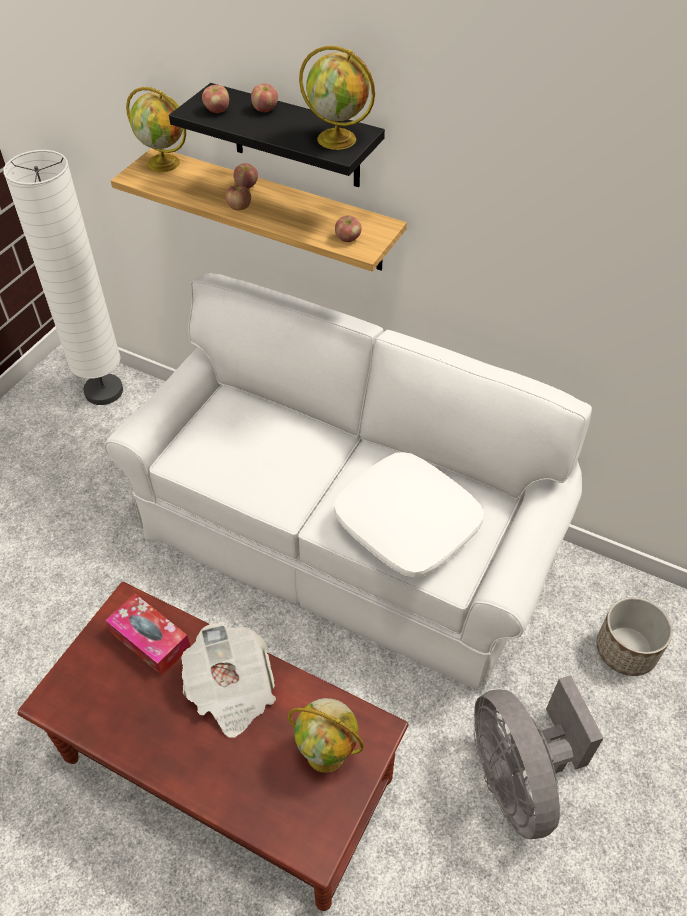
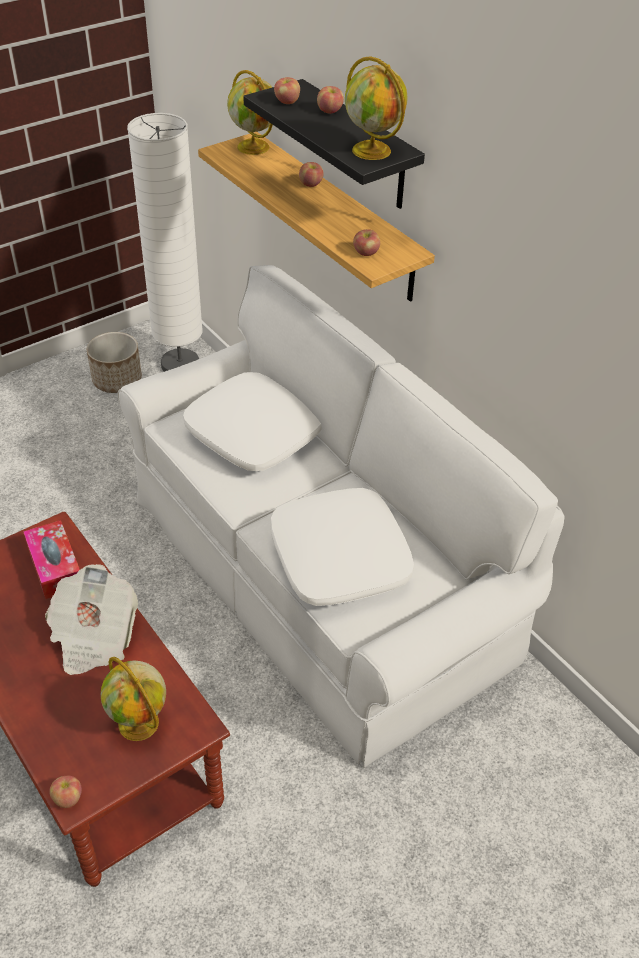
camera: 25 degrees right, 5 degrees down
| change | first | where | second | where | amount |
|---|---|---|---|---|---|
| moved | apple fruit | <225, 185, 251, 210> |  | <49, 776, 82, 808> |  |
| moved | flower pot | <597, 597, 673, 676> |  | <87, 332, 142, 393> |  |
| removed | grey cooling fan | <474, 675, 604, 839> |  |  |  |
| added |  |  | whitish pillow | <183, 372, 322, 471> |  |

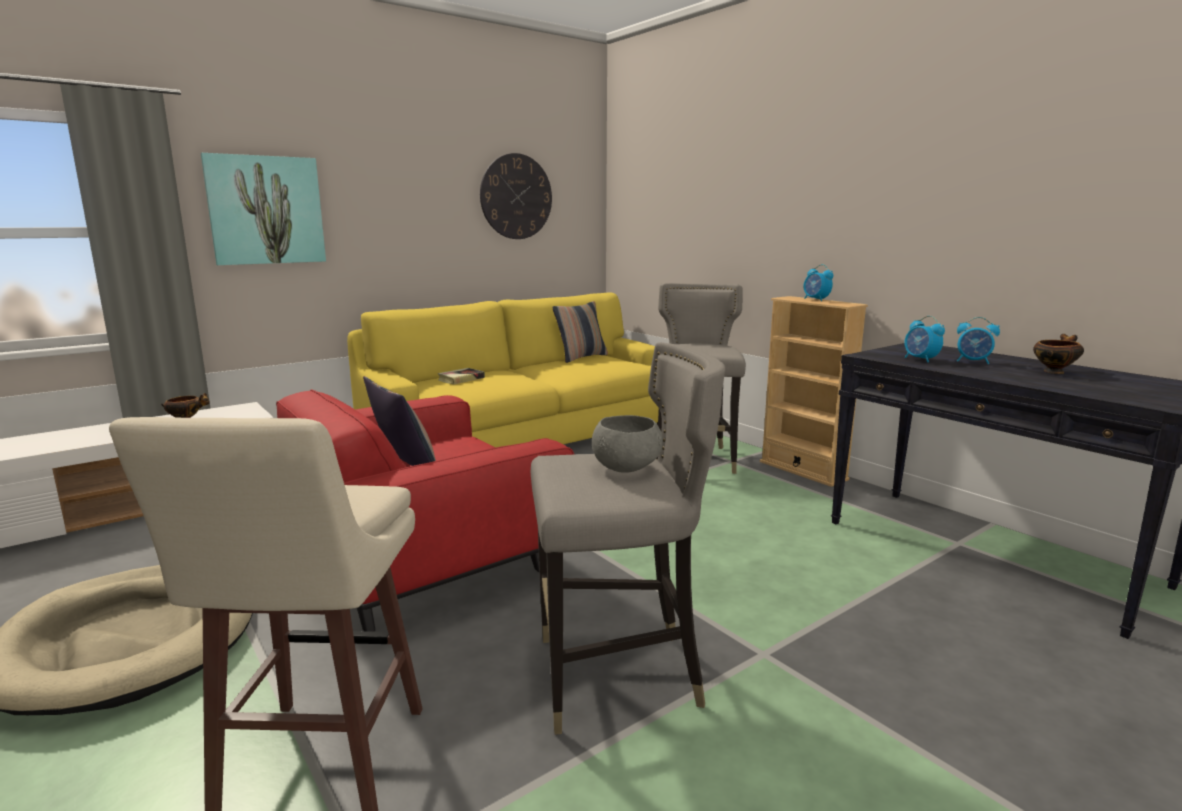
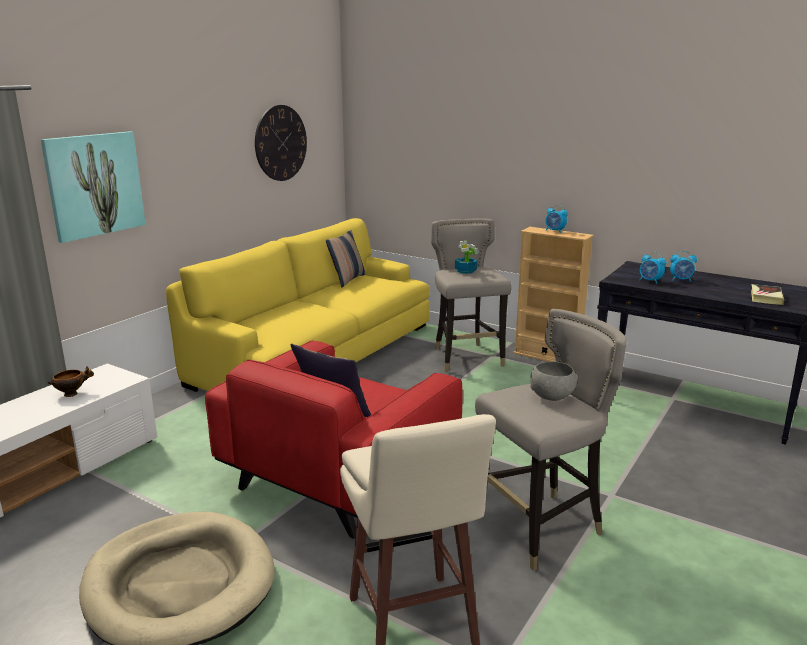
camera: 20 degrees left, 5 degrees up
| change | first | where | second | where | amount |
|---|---|---|---|---|---|
| removed | bowl | <1033, 334, 1084, 374> |  |  |  |
| moved | bound book | <437, 368, 485, 384> |  | <751, 284, 784, 305> |  |
| added |  |  | potted plant | <455, 241, 479, 274> |  |

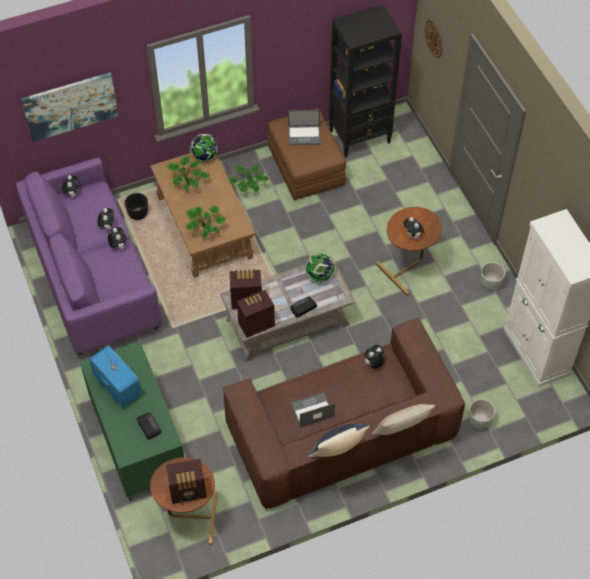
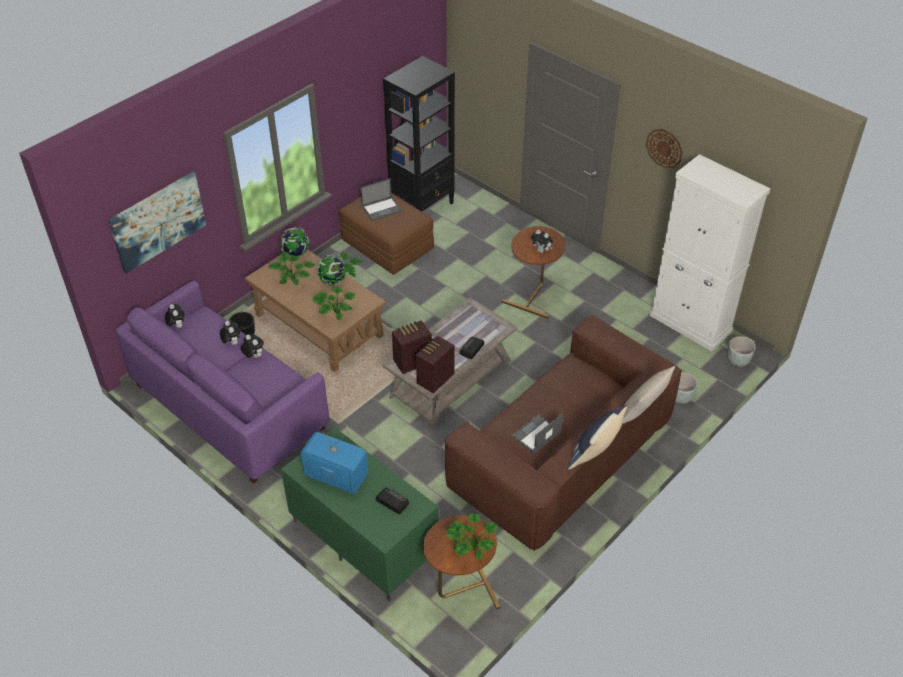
camera: 25 degrees left, 10 degrees down
| change | first | where | second | where | amount |
|---|---|---|---|---|---|
| moved | hanging clock | <425, 20, 443, 58> |  | <646, 129, 683, 168> |  |
| moved | world globe | <306, 252, 335, 283> |  | <317, 253, 346, 286> |  |
| moved | grey flower pot | <481, 262, 505, 290> |  | <728, 336, 756, 367> |  |
| removed | soft toy | <364, 345, 385, 369> |  |  |  |
| replaced | radio | <166, 459, 207, 504> | potted plant | <445, 513, 498, 560> |  |

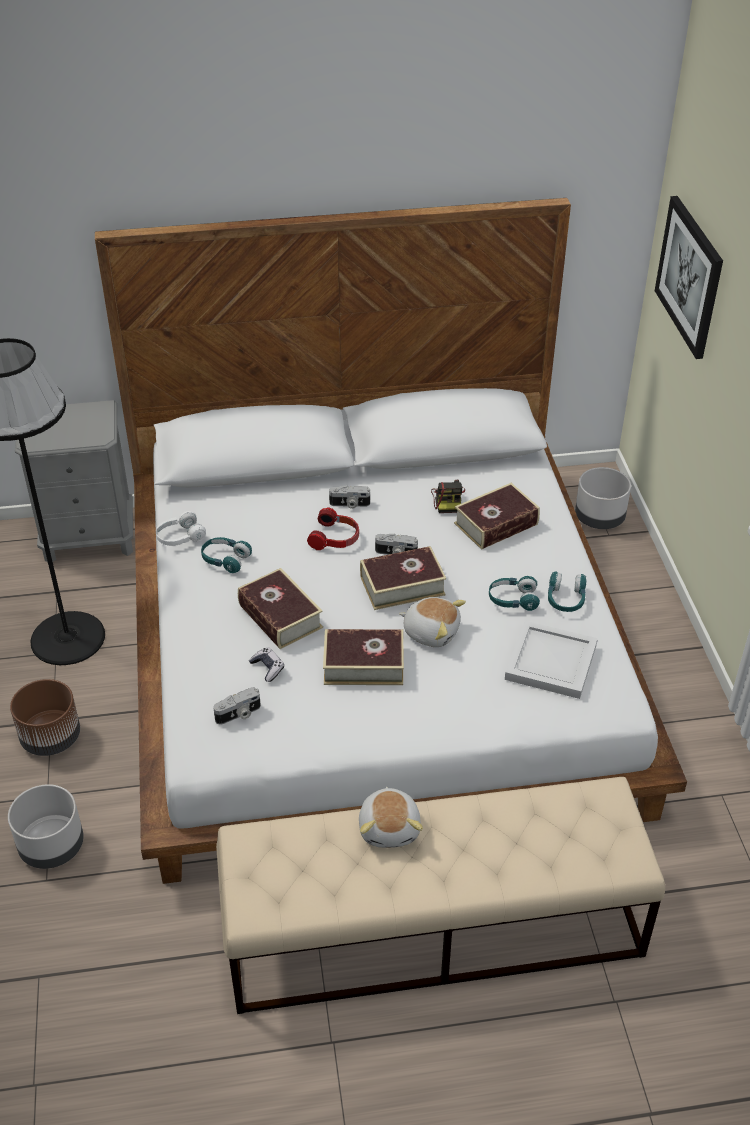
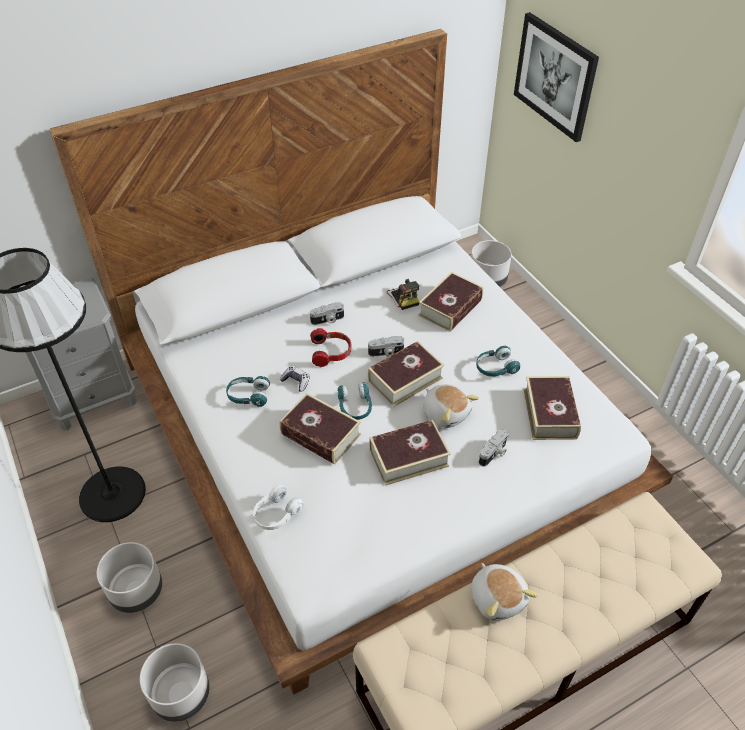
camera: 20 degrees left, 5 degrees up
| change | first | where | second | where | amount |
|---|---|---|---|---|---|
| moved | whitish headset | <156, 511, 206, 546> |  | <253, 485, 303, 530> |  |
| moved | turquoise headset | <548, 572, 587, 612> |  | <337, 382, 372, 420> |  |
| turned | soft toy | <399, 597, 466, 647> |  | <423, 384, 479, 428> | 45 degrees clockwise |
| replaced | whitish serving tray | <505, 621, 598, 699> | bound book | <524, 376, 581, 440> |  |
| moved | gamepad | <249, 648, 284, 682> |  | <280, 366, 310, 392> |  |
| recoloured | brownish flower pot | <10, 679, 80, 756> | grey flower pot | <97, 542, 162, 613> |  |
| moved | photo camera | <213, 687, 261, 724> |  | <479, 429, 509, 466> |  |

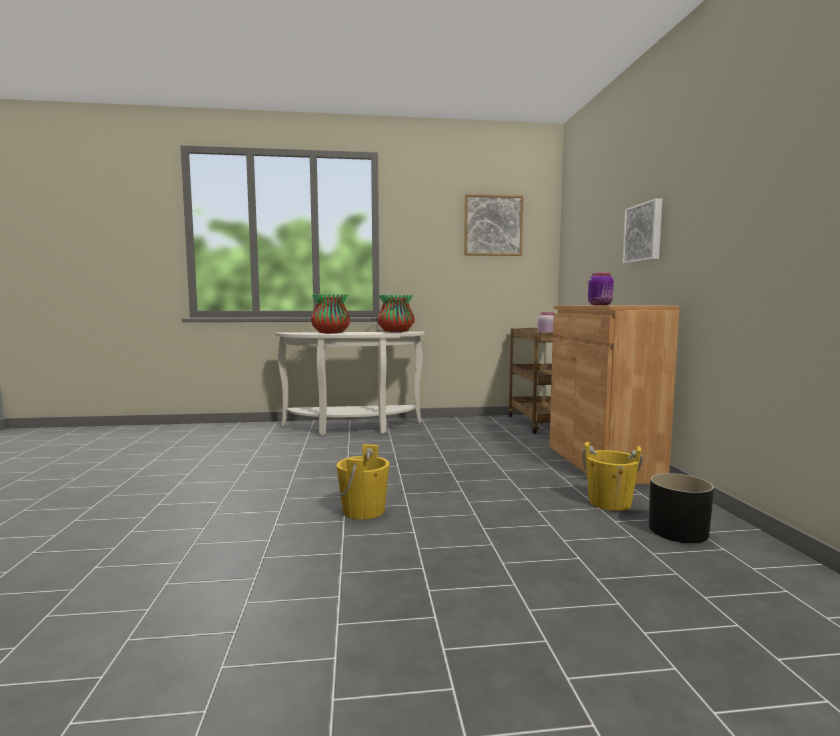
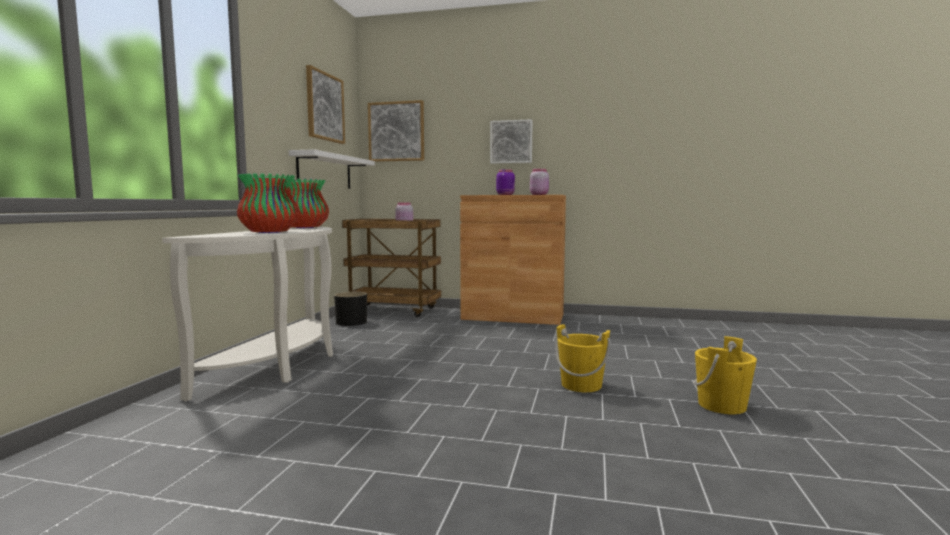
camera: 70 degrees left, 0 degrees up
| change | first | where | second | where | amount |
|---|---|---|---|---|---|
| moved | yellow pail | <583, 442, 643, 511> |  | <694, 336, 757, 414> |  |
| moved | blackish flower pot | <649, 473, 714, 543> |  | <334, 292, 367, 326> |  |
| added |  |  | wall picture | <368, 100, 424, 162> |  |
| added |  |  | whitish wall shelf | <289, 149, 375, 189> |  |
| added |  |  | pinkish preserve jar | <530, 169, 549, 195> |  |

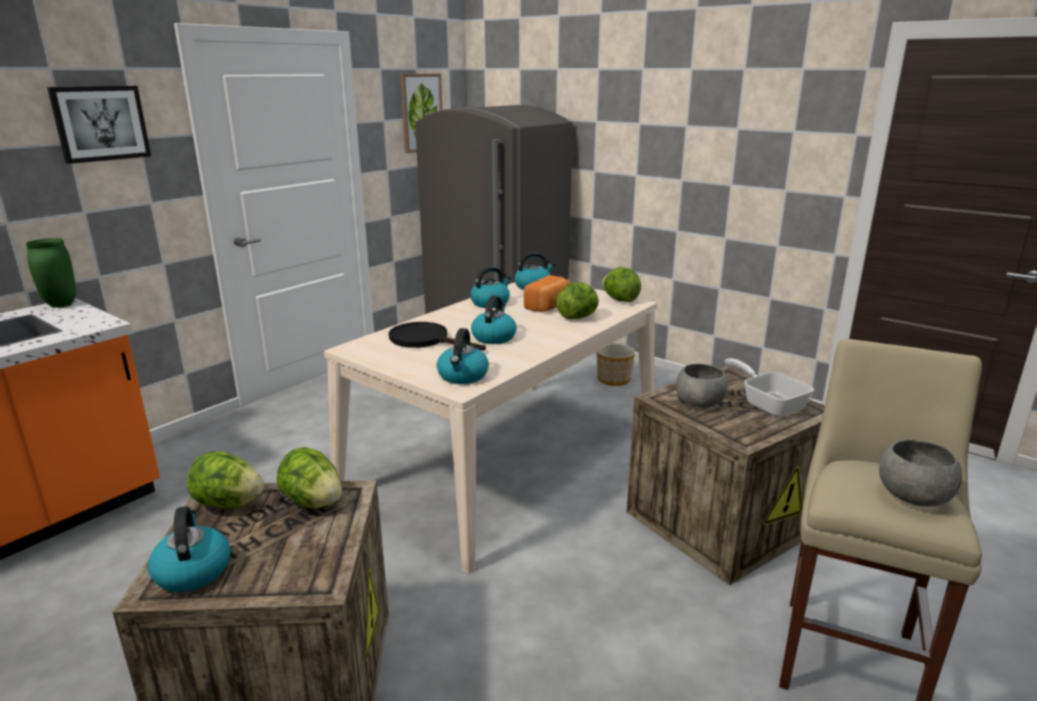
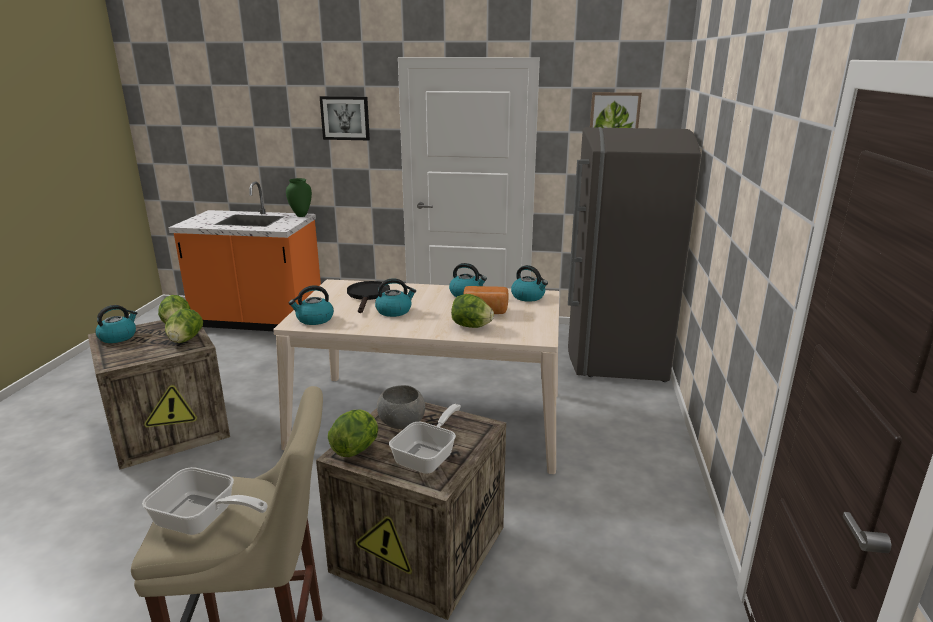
camera: 60 degrees right, 0 degrees up
| change | first | where | second | where | amount |
|---|---|---|---|---|---|
| moved | lettuce head | <602, 267, 641, 302> |  | <328, 410, 378, 457> |  |
| removed | flower pot | <597, 343, 635, 386> |  |  |  |
| replaced | grey bowl | <879, 439, 962, 507> | pan | <142, 467, 268, 535> |  |

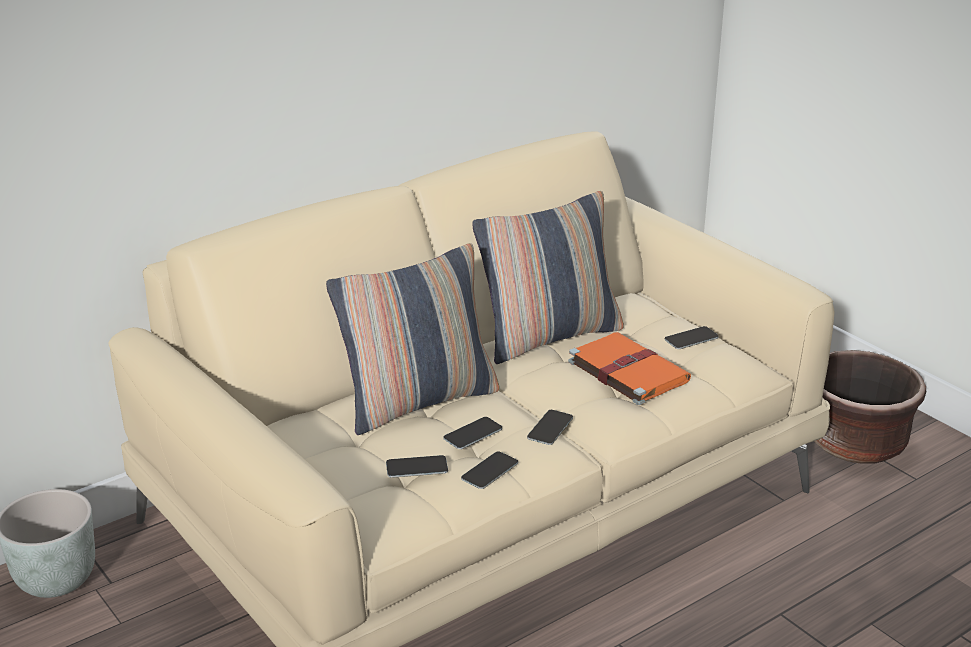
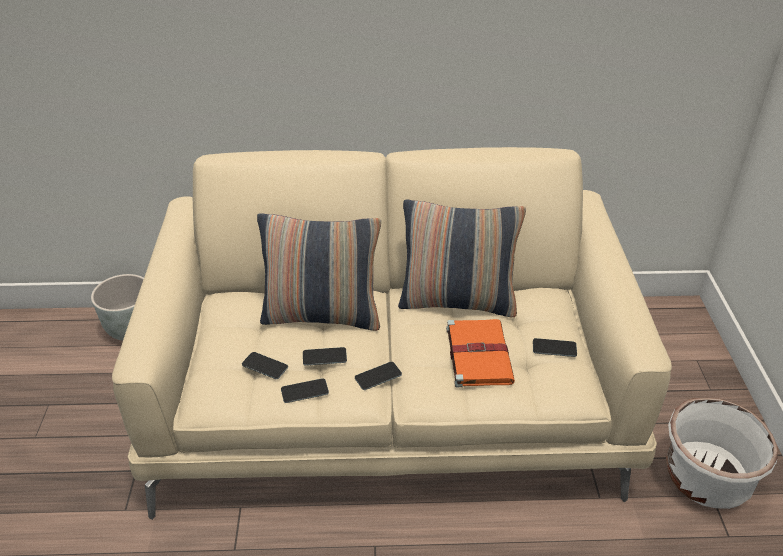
camera: 35 degrees right, 10 degrees up
| change | first | where | second | where | amount |
|---|---|---|---|---|---|
| recoloured | brownish flower pot | <814, 350, 926, 464> | whitish flower pot | <666, 398, 778, 509> |  |

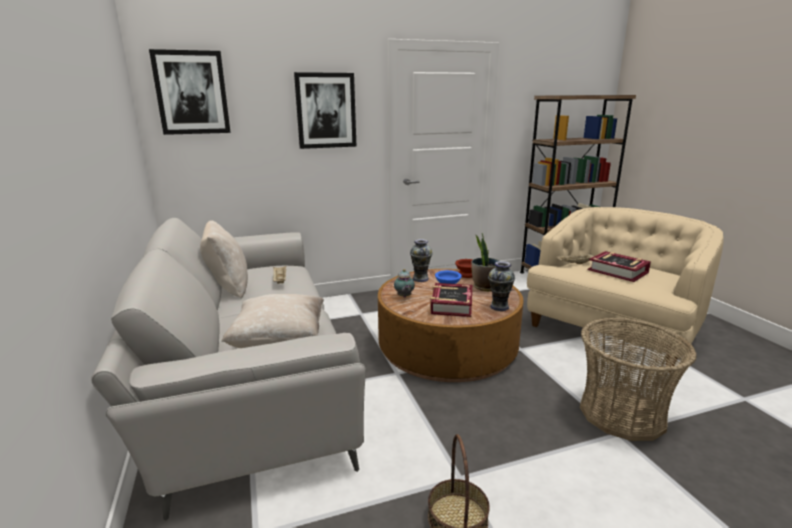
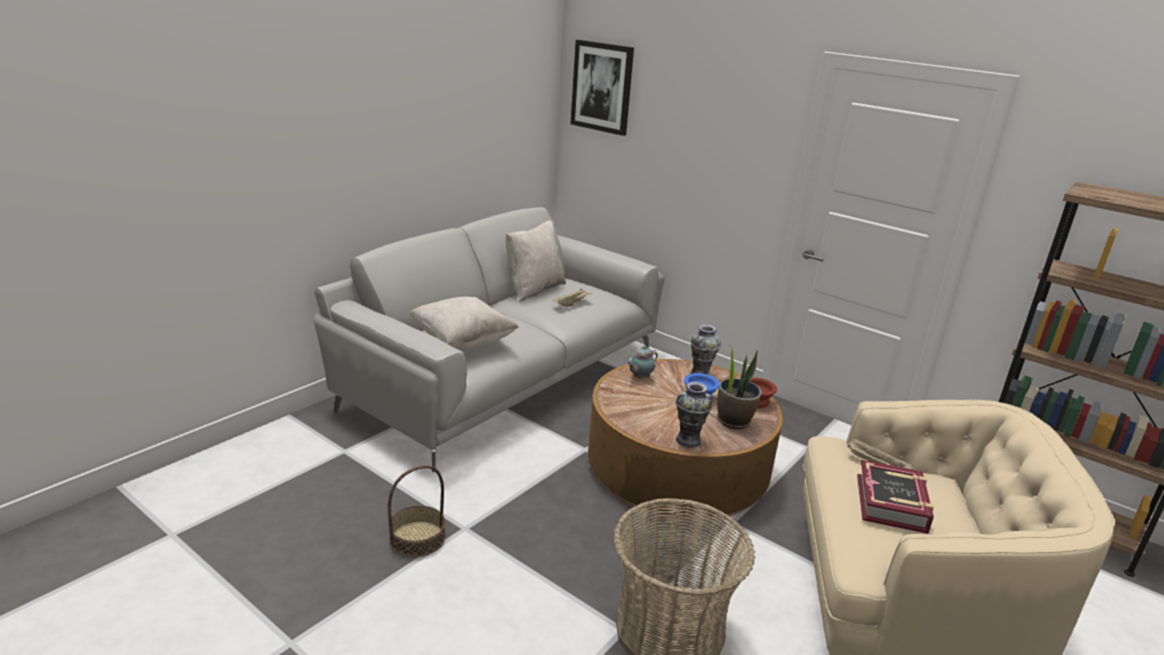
camera: 55 degrees right, 5 degrees up
| change | first | where | second | where | amount |
|---|---|---|---|---|---|
| removed | wall picture | <294, 72, 357, 149> |  |  |  |
| removed | bound book | <430, 283, 472, 317> |  |  |  |

